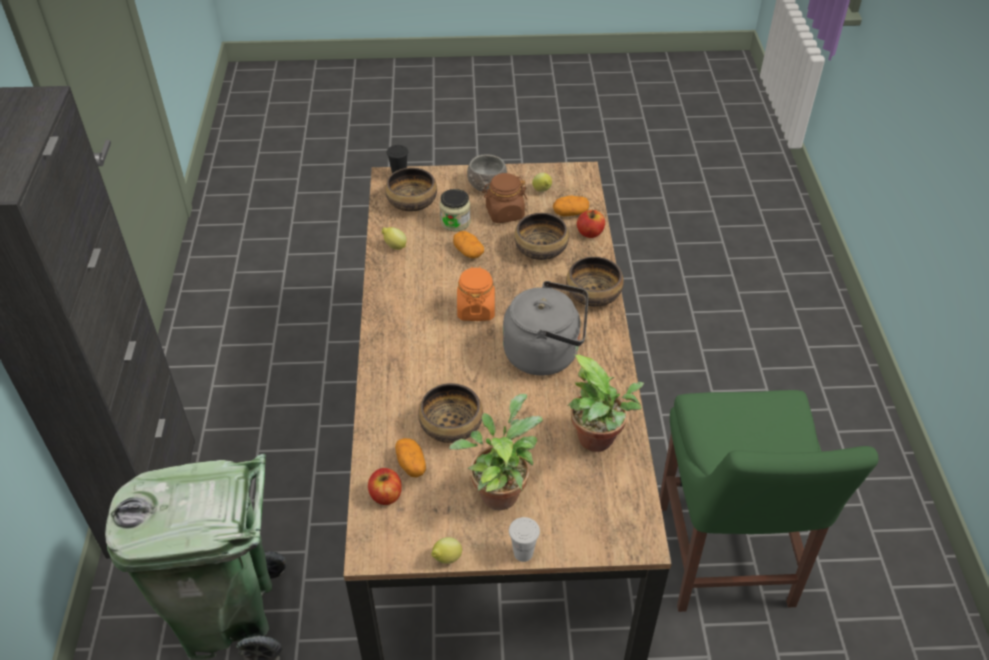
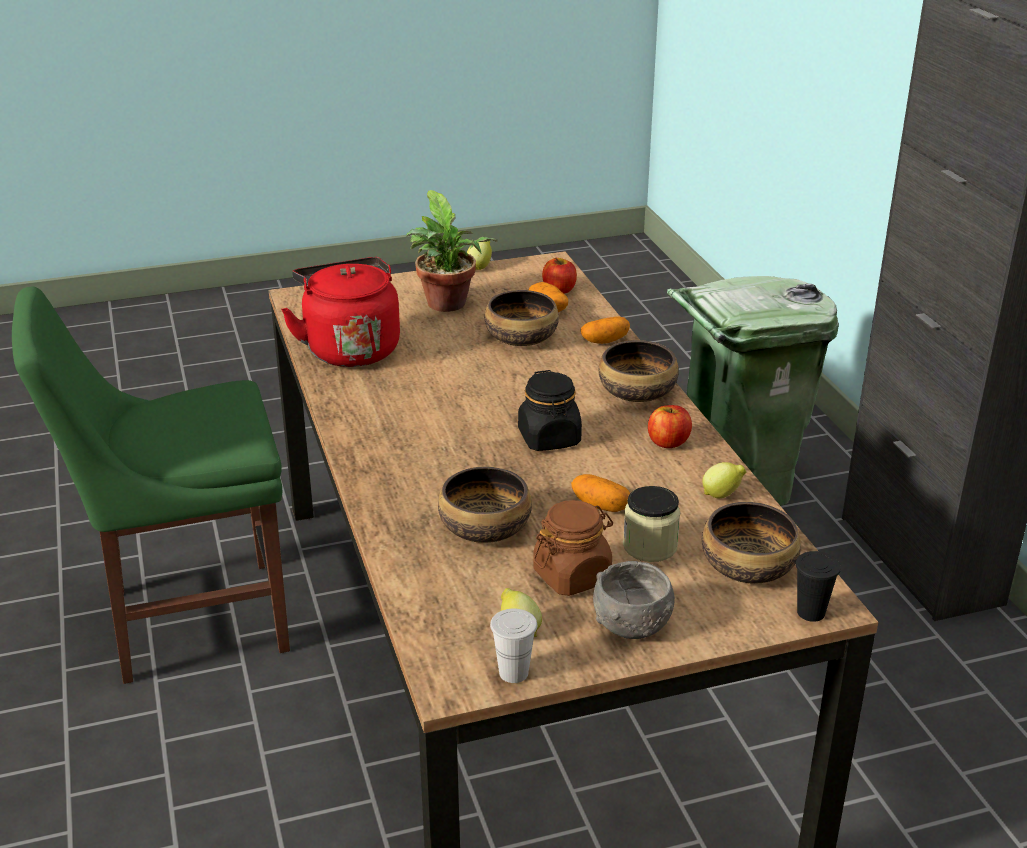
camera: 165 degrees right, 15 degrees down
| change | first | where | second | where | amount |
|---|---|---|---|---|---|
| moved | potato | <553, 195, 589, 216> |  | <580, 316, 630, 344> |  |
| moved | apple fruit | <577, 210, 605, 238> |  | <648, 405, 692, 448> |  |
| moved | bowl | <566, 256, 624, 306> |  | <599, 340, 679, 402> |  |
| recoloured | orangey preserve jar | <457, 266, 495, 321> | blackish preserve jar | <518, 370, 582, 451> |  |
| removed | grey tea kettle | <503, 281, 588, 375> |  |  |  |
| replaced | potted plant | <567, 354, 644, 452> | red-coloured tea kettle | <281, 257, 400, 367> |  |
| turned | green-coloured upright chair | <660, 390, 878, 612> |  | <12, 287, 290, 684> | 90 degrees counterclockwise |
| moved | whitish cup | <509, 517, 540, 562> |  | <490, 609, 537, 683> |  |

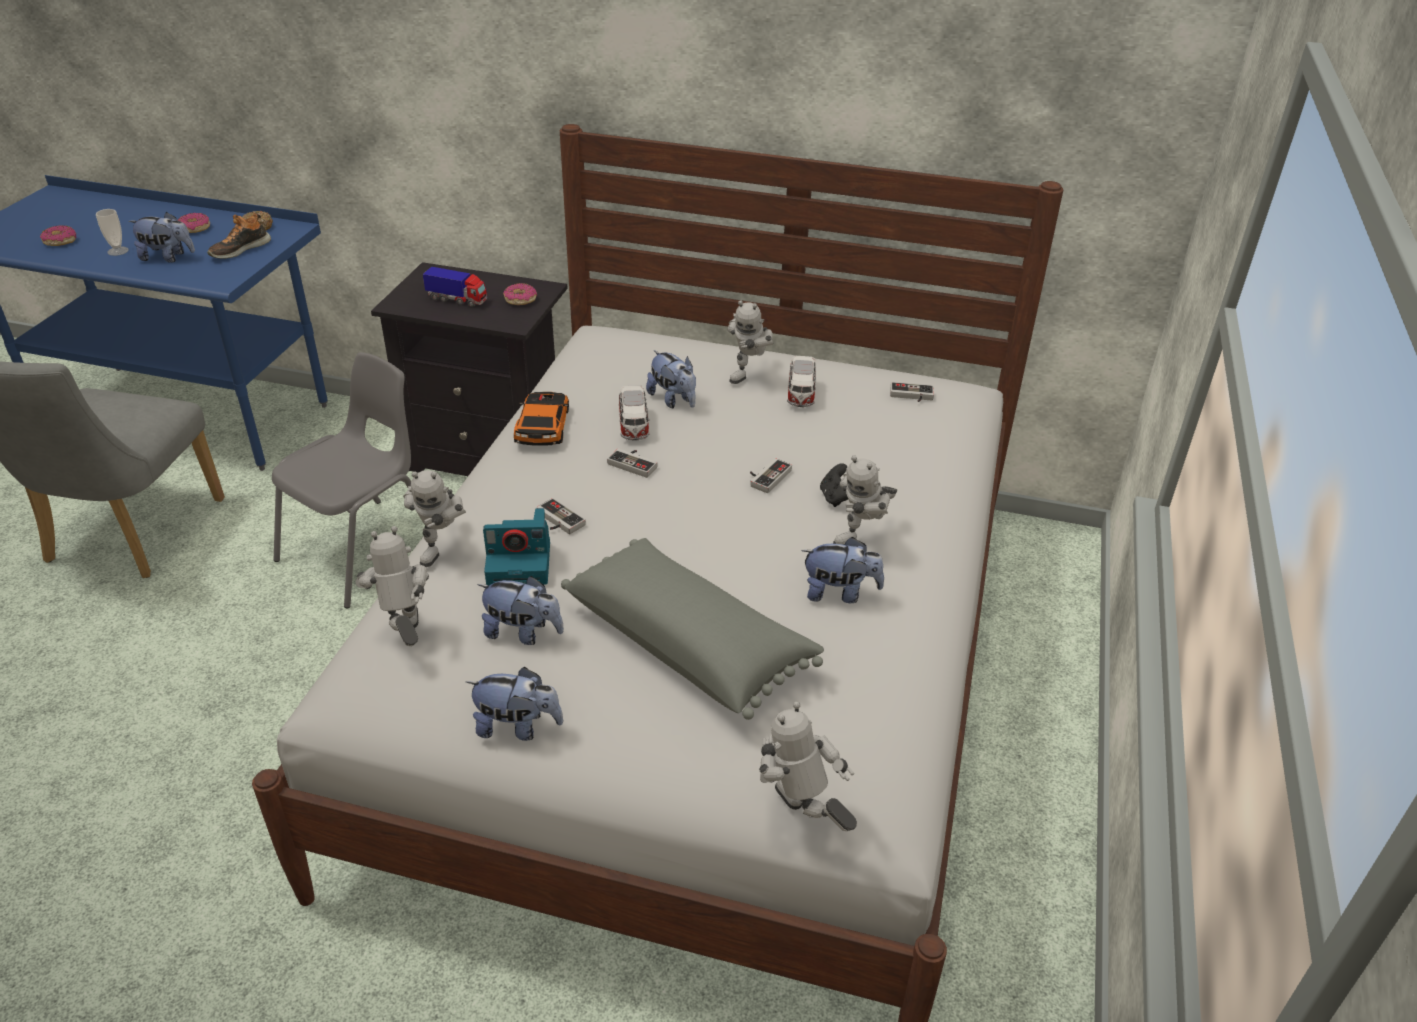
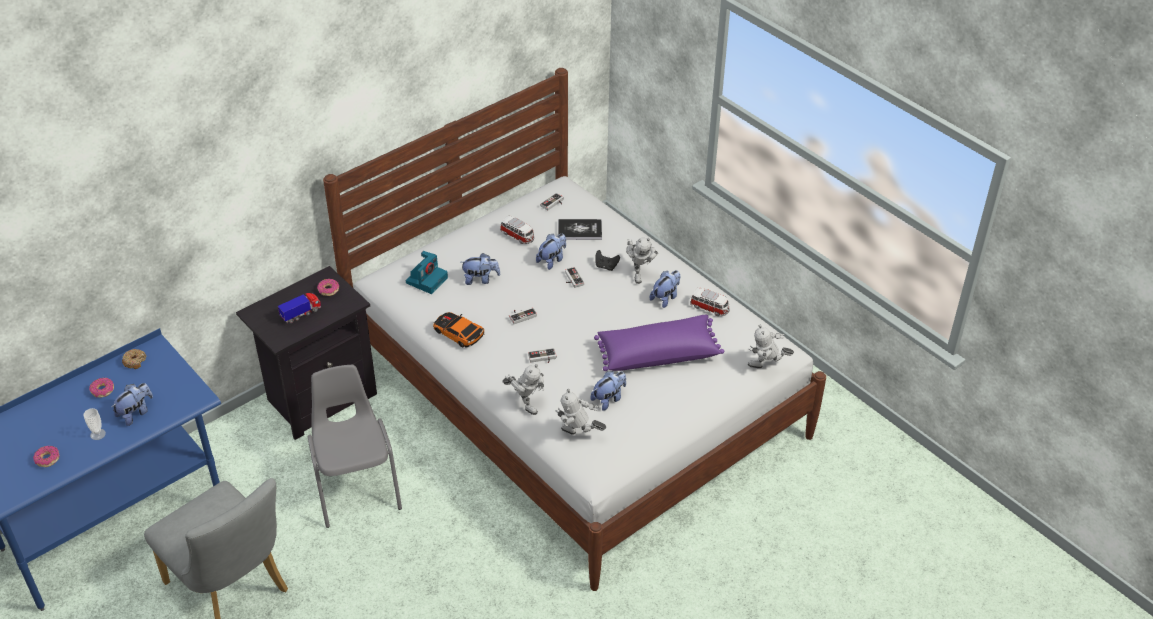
camera: 55 degrees left, 5 degrees up
| change | first | where | second | where | amount |
|---|---|---|---|---|---|
| removed | low shoe | <207, 214, 271, 259> |  |  |  |
| removed | model robot | <728, 300, 773, 384> |  |  |  |
| moved | miniature car | <619, 385, 650, 441> |  | <690, 288, 730, 316> |  |
| moved | photo camera | <483, 508, 550, 585> |  | <406, 251, 448, 294> |  |
| recoloured | grey pillow | <561, 538, 824, 720> | purple-coloured pillow | <594, 315, 724, 371> |  |
| moved | soft toy | <466, 667, 563, 741> |  | <536, 234, 566, 270> |  |
| added |  |  | bound book | <558, 219, 602, 240> |  |

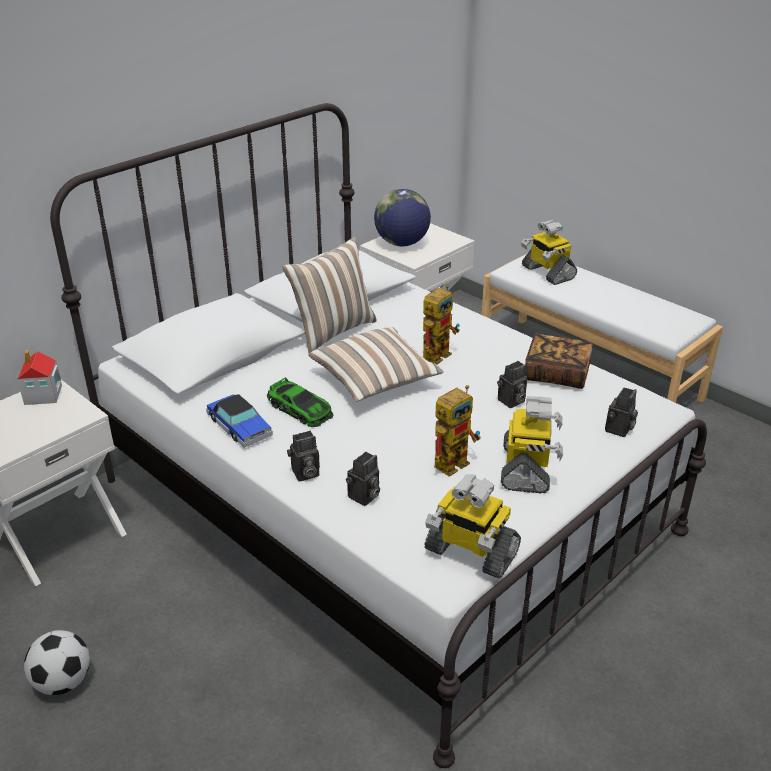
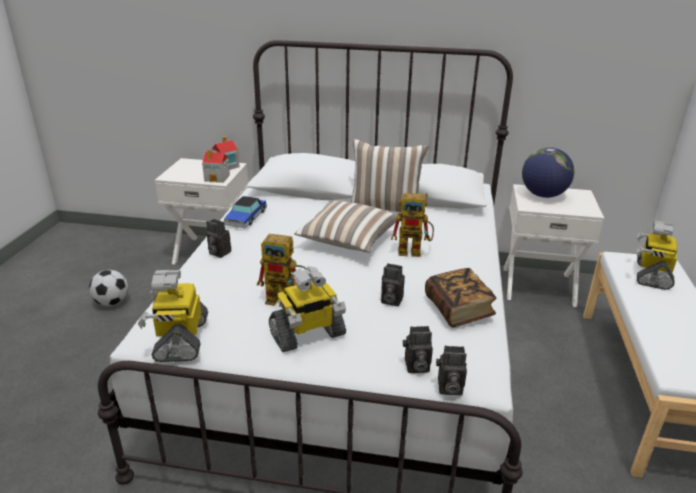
camera: 55 degrees right, 5 degrees down
| change | first | where | second | where | amount |
|---|---|---|---|---|---|
| removed | miniature car | <267, 378, 333, 427> |  |  |  |
| moved | photo camera | <346, 451, 380, 506> |  | <436, 346, 467, 395> |  |
| added |  |  | toy house | <202, 150, 230, 183> |  |

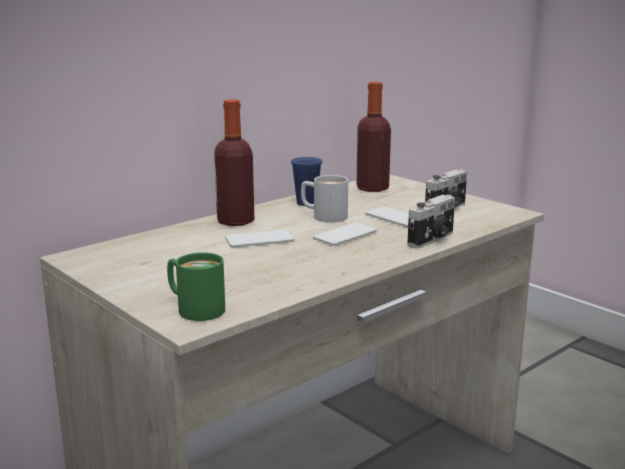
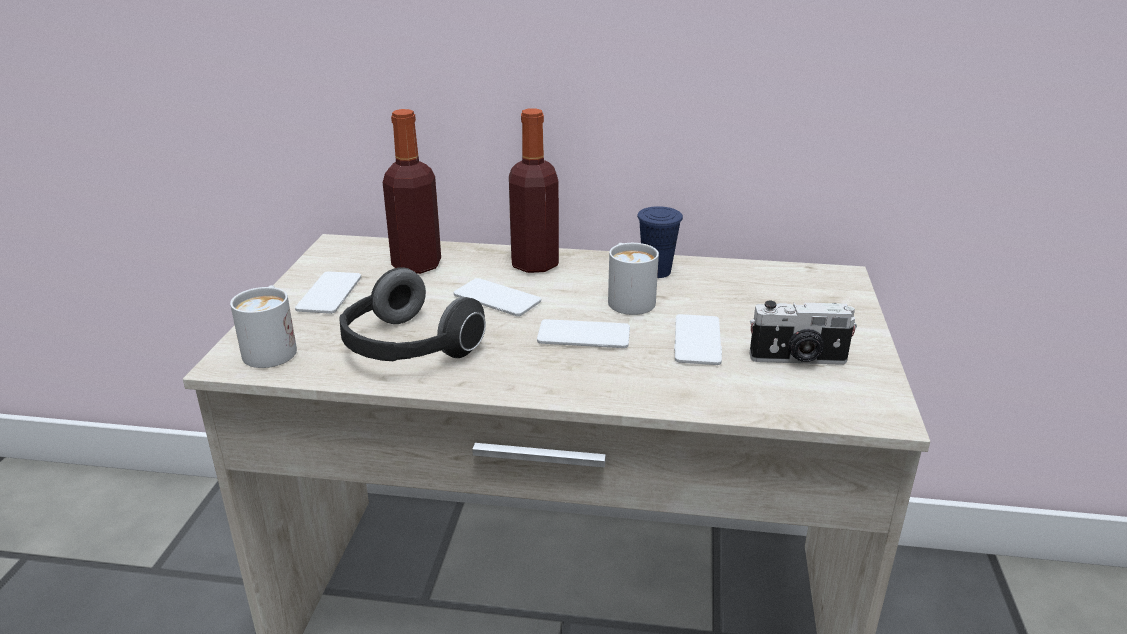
camera: 50 degrees right, 10 degrees up
| change | first | where | second | where | amount |
|---|---|---|---|---|---|
| moved | bottle | <357, 82, 391, 192> |  | <383, 109, 441, 274> |  |
| removed | photo camera | <407, 195, 455, 249> |  |  |  |
| recoloured | green-coloured mug | <167, 252, 225, 321> | whitish mug | <230, 285, 297, 368> |  |
| added |  |  | headset | <339, 267, 486, 361> |  |
| added |  |  | handset | <295, 271, 361, 314> |  |

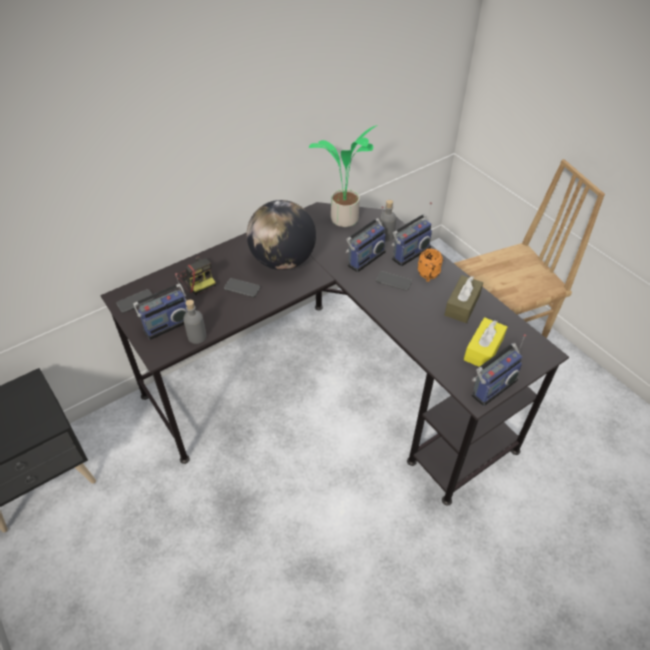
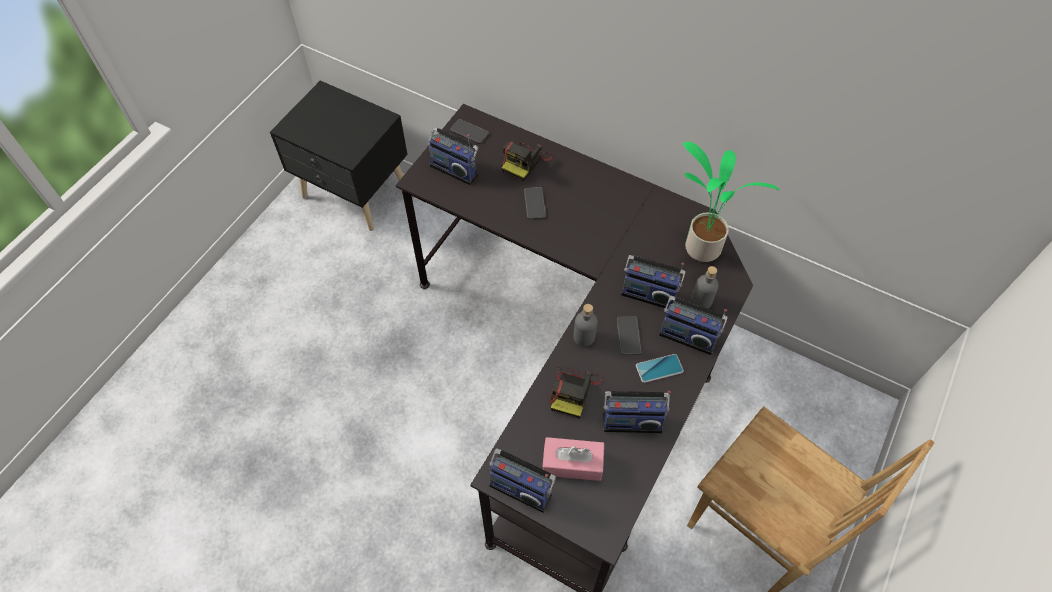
camera: 65 degrees right, 10 degrees up
| change | first | where | second | where | amount |
|---|---|---|---|---|---|
| removed | world globe | <247, 200, 316, 270> |  |  |  |
| replaced | orangey mug | <418, 249, 443, 282> | handset | <636, 354, 684, 383> |  |
| replaced | brownish tissue holder | <445, 275, 483, 323> | radio | <603, 390, 671, 433> |  |
| moved | grey bottle | <183, 300, 206, 344> |  | <573, 304, 598, 347> |  |
| recoloured | yellow tissue holder | <464, 317, 507, 367> | pinkish tissue holder | <542, 437, 604, 481> |  |
| added |  |  | photo camera | <549, 366, 603, 419> |  |

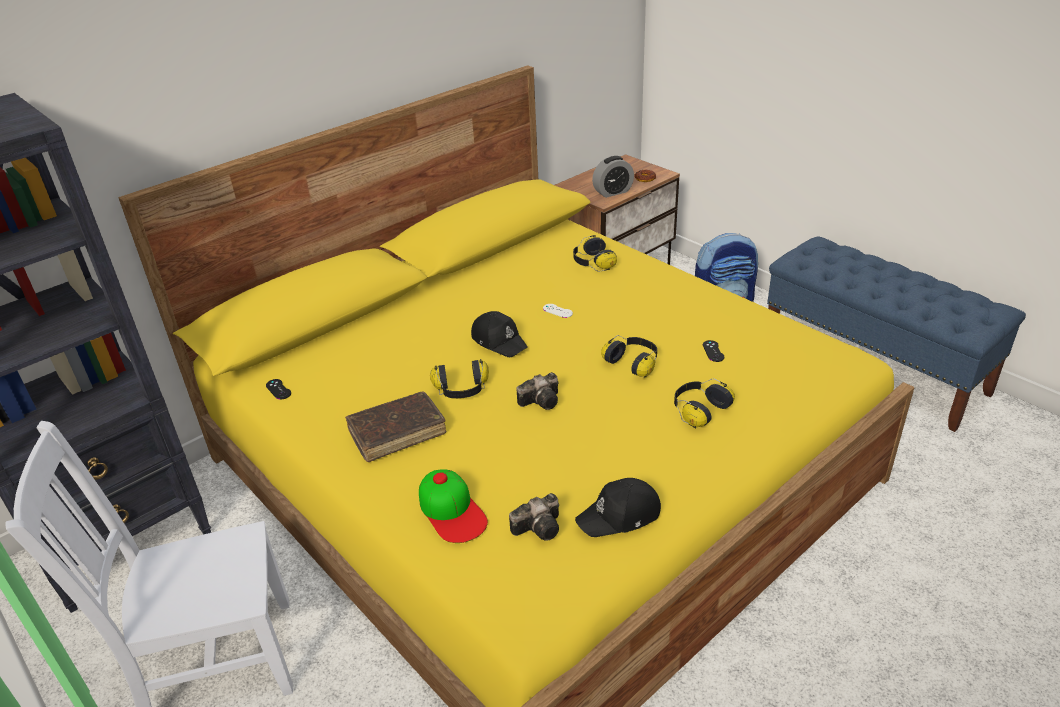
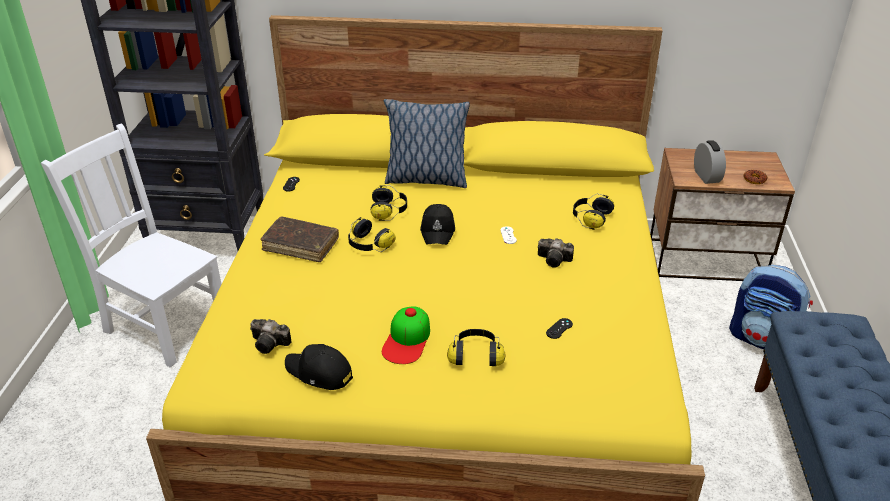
camera: 45 degrees right, 0 degrees up
| change | first | where | second | where | amount |
|---|---|---|---|---|---|
| turned | bedside clock | <592, 156, 634, 198> |  | <694, 140, 726, 184> | 120 degrees counterclockwise |
| moved | headset | <601, 335, 657, 378> |  | <371, 185, 407, 221> |  |
| moved | photo camera | <517, 372, 558, 410> |  | <538, 238, 574, 268> |  |
| moved | peaked cap | <419, 469, 488, 543> |  | <382, 306, 430, 364> |  |
| added |  |  | pillow | <384, 99, 470, 188> |  |

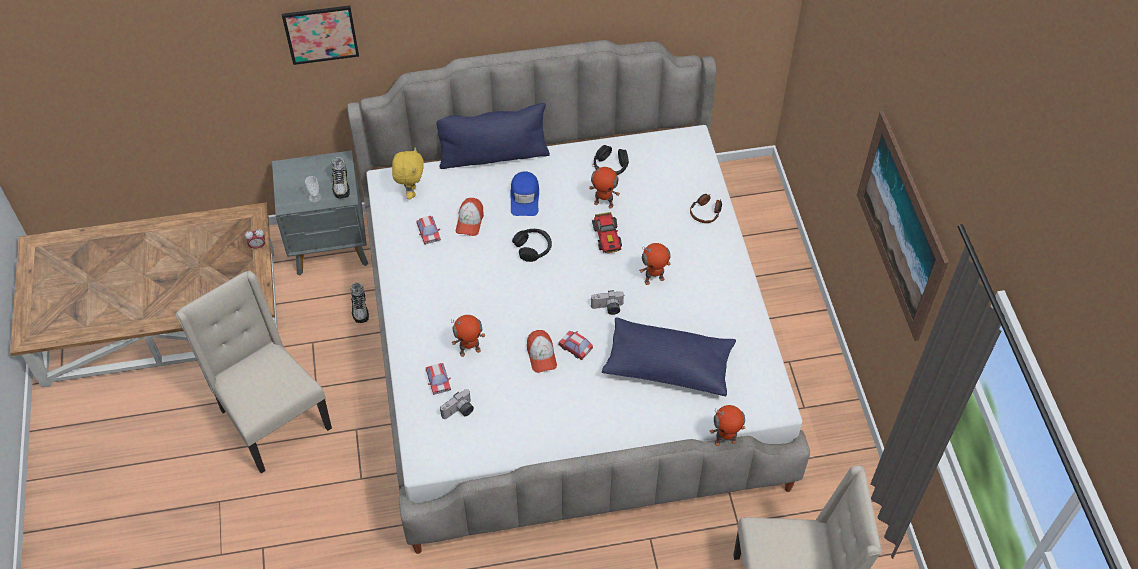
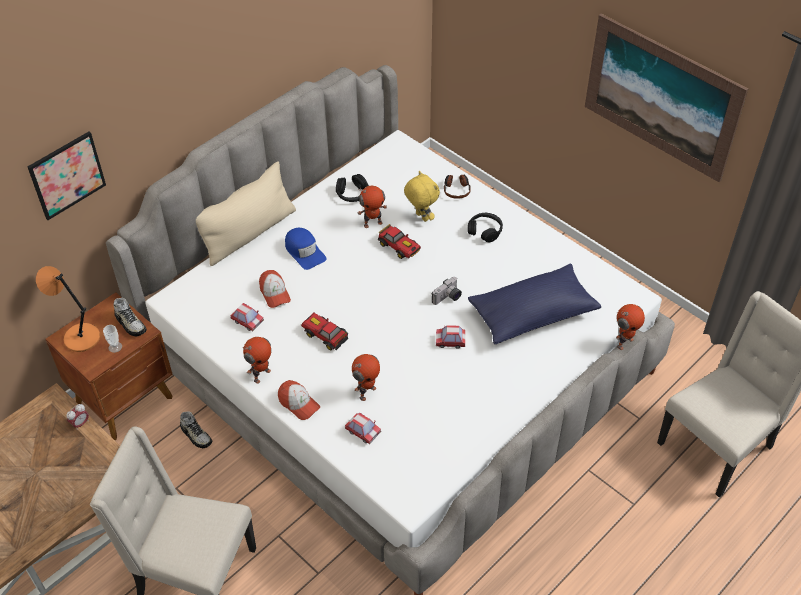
camera: 35 degrees left, 5 degrees down
| change | first | where | second | where | amount |
|---|---|---|---|---|---|
| recoloured | blue pillow | <436, 103, 550, 169> | sand-coloured pillow | <196, 161, 296, 266> |  |
| moved | yellow soft toy | <392, 148, 424, 199> |  | <404, 171, 440, 222> |  |
| recoloured | grey nightstand | <272, 150, 368, 276> | brownish nightstand | <45, 292, 172, 440> |  |
| moved | blackish headset | <512, 229, 552, 262> |  | <468, 213, 503, 242> |  |
| moved | model robot | <639, 243, 671, 285> |  | <243, 337, 271, 384> |  |
| moved | peaked cap | <527, 330, 557, 373> |  | <278, 380, 320, 420> |  |
| removed | photo camera | <440, 389, 474, 419> |  |  |  |
| added |  |  | orangey table lamp | <36, 266, 100, 352> |  |
| added |  |  | miniature car | <301, 313, 348, 350> |  |

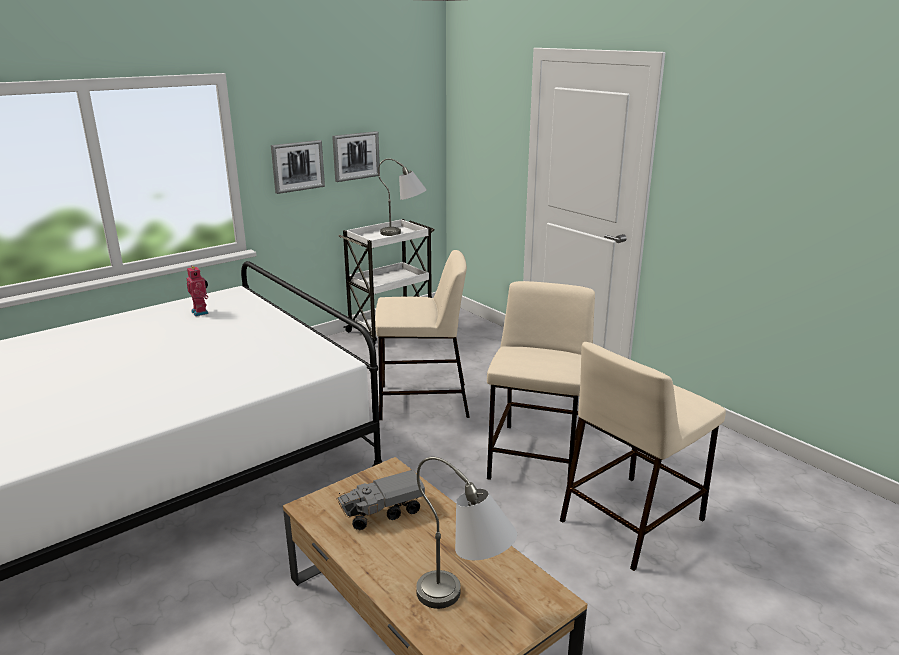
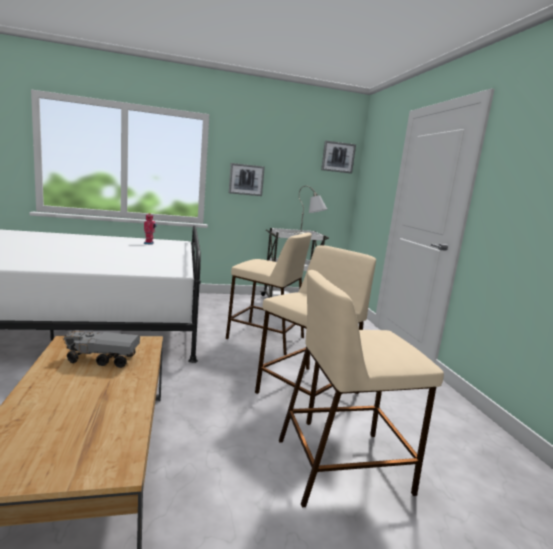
camera: 25 degrees right, 10 degrees down
| change | first | where | second | where | amount |
|---|---|---|---|---|---|
| moved | wall picture | <332, 131, 380, 182> |  | <321, 140, 356, 174> |  |
| removed | grey table lamp | <416, 457, 517, 609> |  |  |  |

